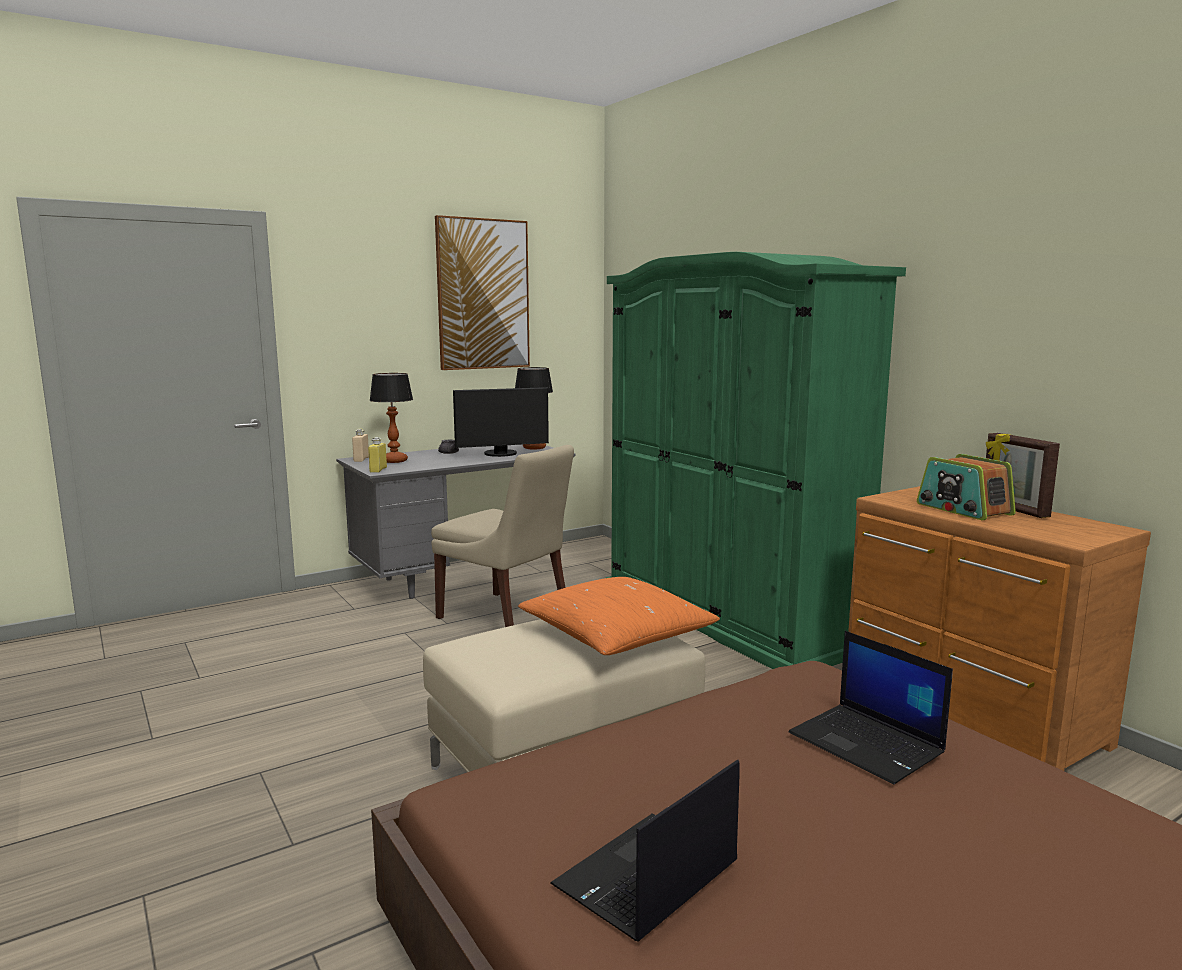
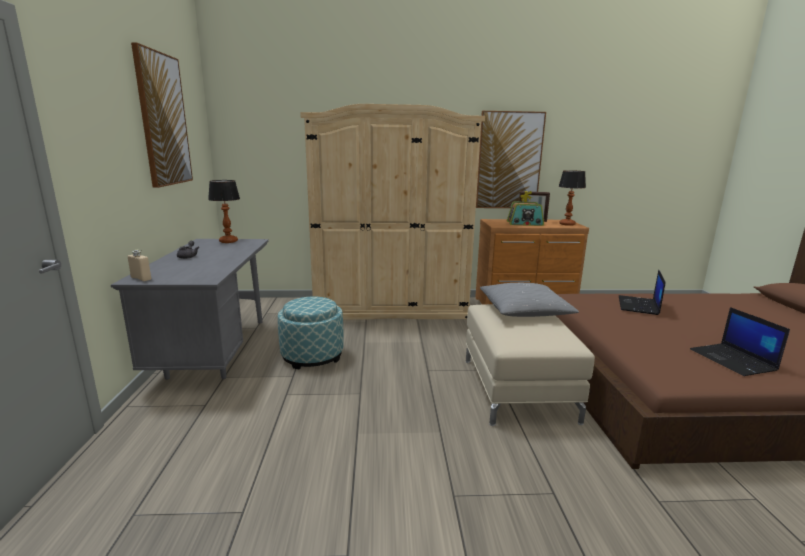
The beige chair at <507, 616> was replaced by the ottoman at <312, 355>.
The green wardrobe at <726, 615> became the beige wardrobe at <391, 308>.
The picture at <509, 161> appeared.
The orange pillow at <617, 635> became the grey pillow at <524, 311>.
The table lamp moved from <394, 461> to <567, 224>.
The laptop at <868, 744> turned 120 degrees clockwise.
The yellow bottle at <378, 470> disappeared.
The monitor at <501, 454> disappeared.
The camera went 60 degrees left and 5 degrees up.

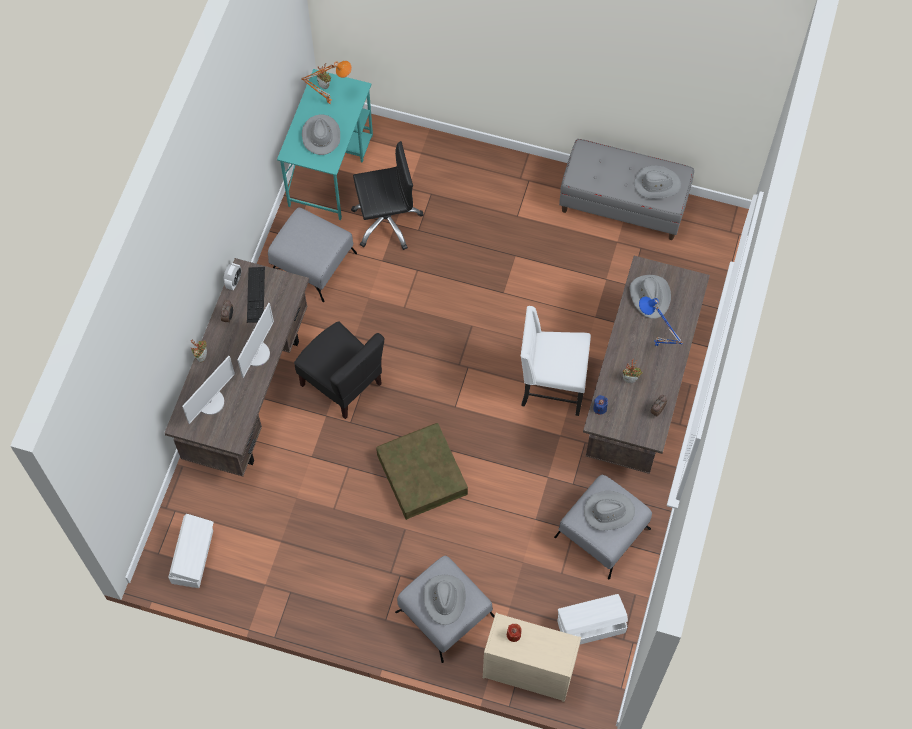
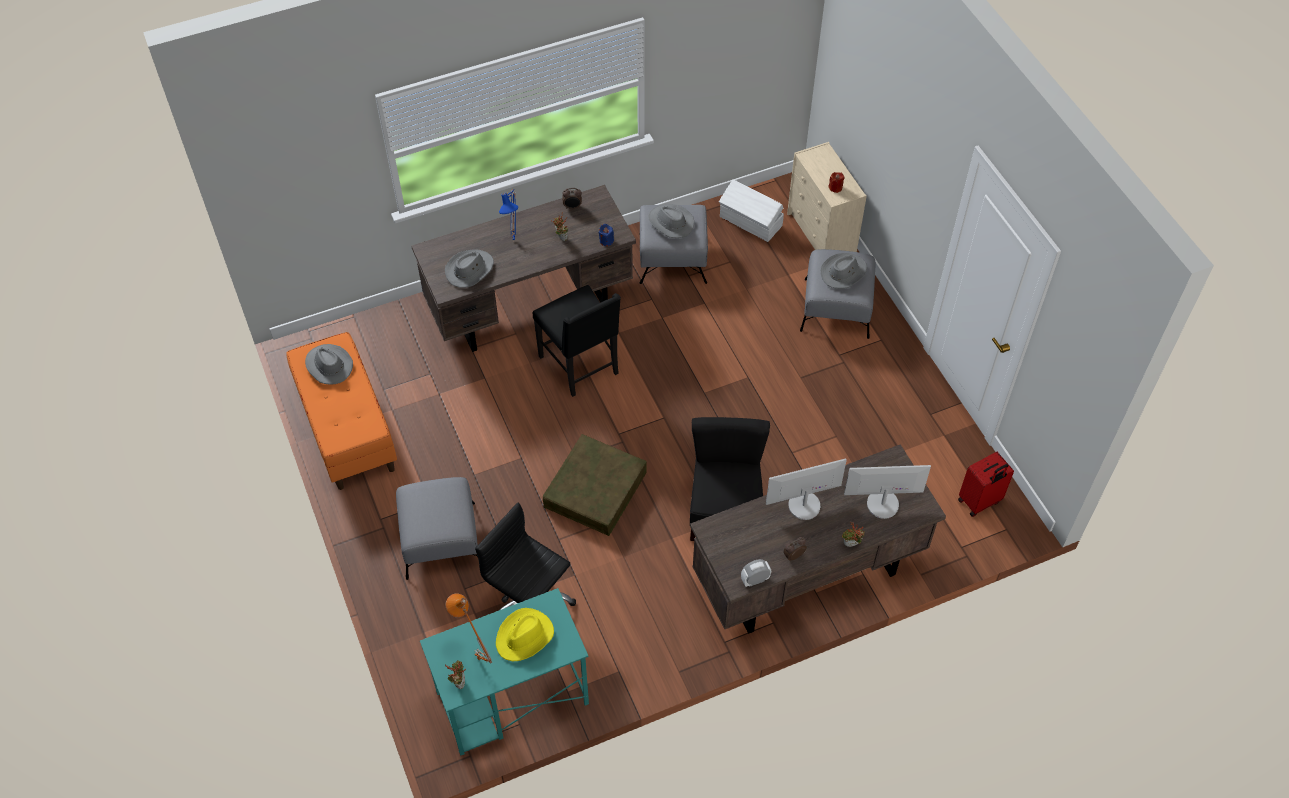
The grey bench at <623, 205> became the orange bench at <347, 429>.
The grey ottoman moved from <313, 264> to <441, 539>.
The grey hat at <321, 135> became the yellow hat at <525, 636>.
The white chair at <551, 386> became the black chair at <581, 366>.
The brown storage box moved from <421, 474> to <595, 489>.
The white storage box at <193, 556> was replaced by the red suitcase at <979, 502>.
The keyboard at <255, 294> disappeared.
The camera went 130 degrees left and 10 degrees down.

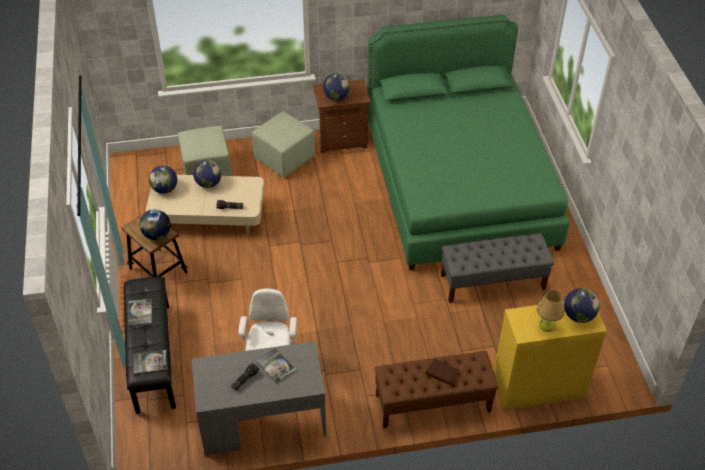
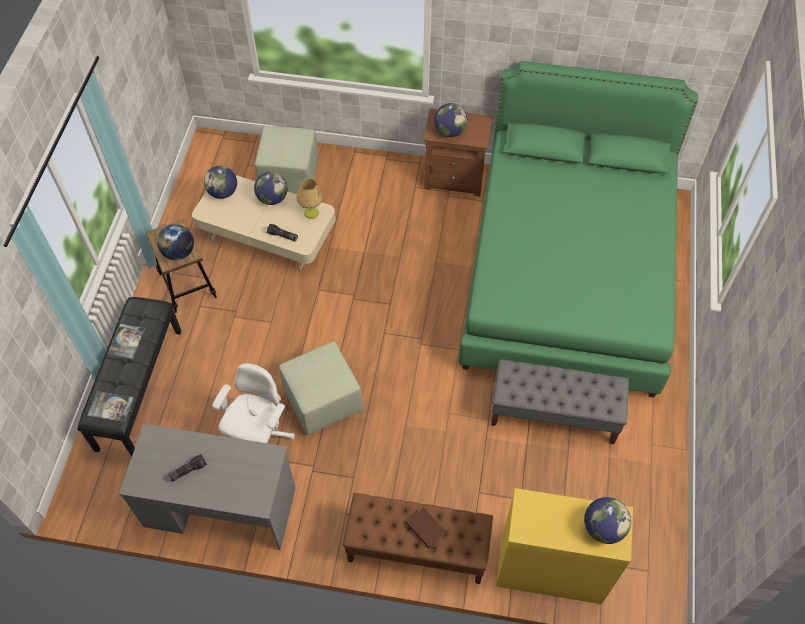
The green ottoman moved from <284, 159> to <322, 401>.
The table lamp moved from <546, 325> to <311, 213>.
The book at <276, 366> disappeared.
The camera went 20 degrees right and 10 degrees up.

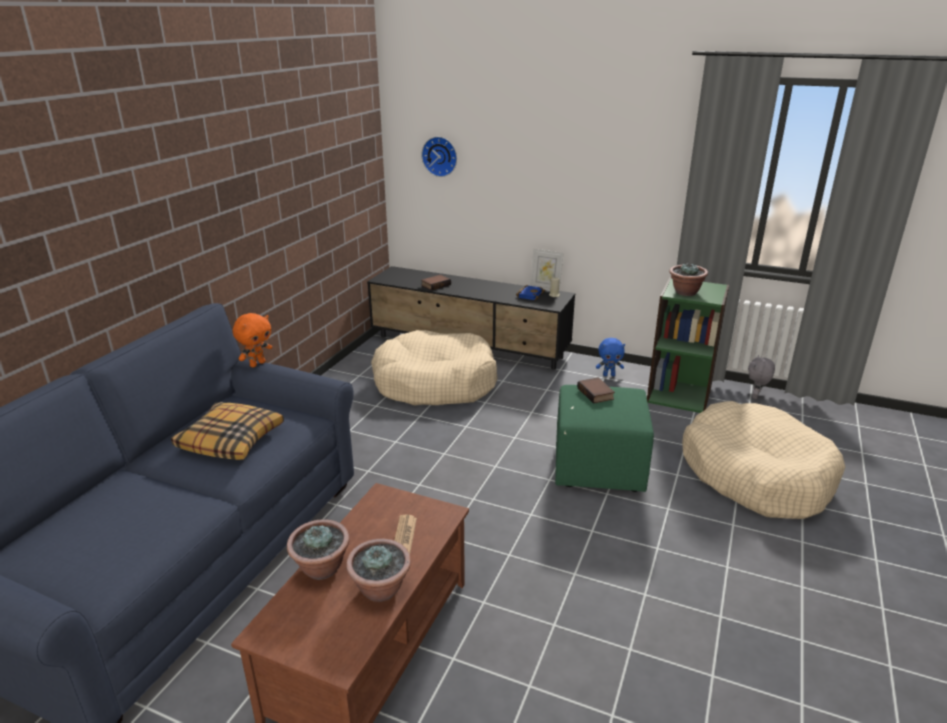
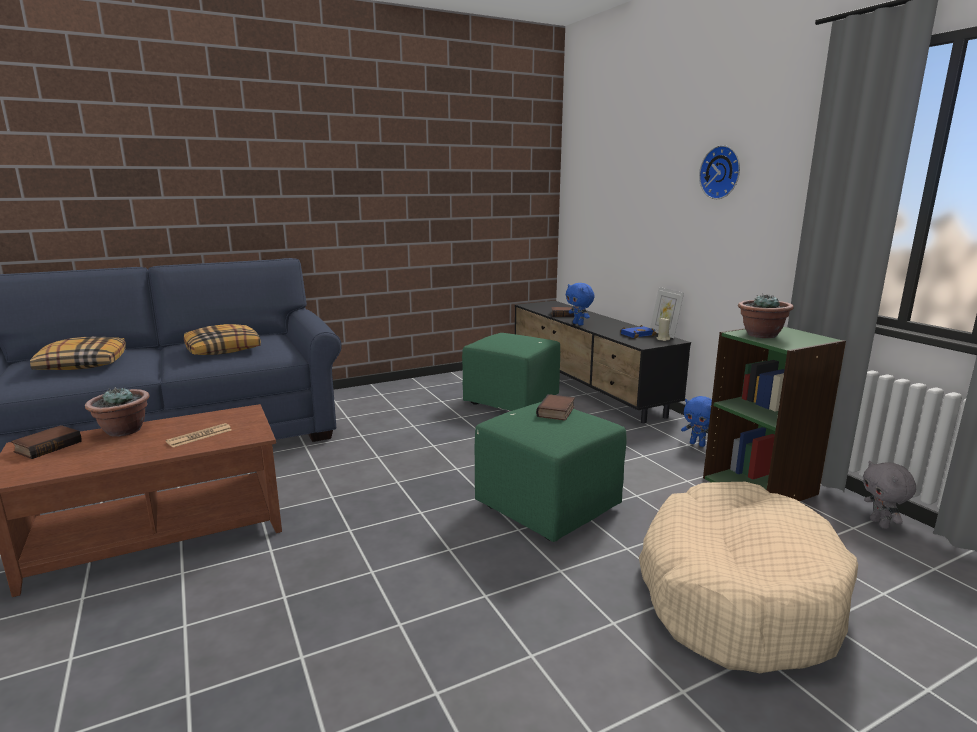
The book at <48, 446> appeared.
The pillow at <82, 364> appeared.
The beige dog bed at <435, 383> was replaced by the green ottoman at <512, 401>.
The blue plush toy at <578, 324> appeared.
The wall clock moved from <440, 156> to <722, 172>.
The grey plush toy at <756, 396> turned 75 degrees counterclockwise.
The orange plush toy at <257, 364> disappeared.
The potted plant at <381, 590> disappeared.
The camera went 40 degrees right and 10 degrees down.

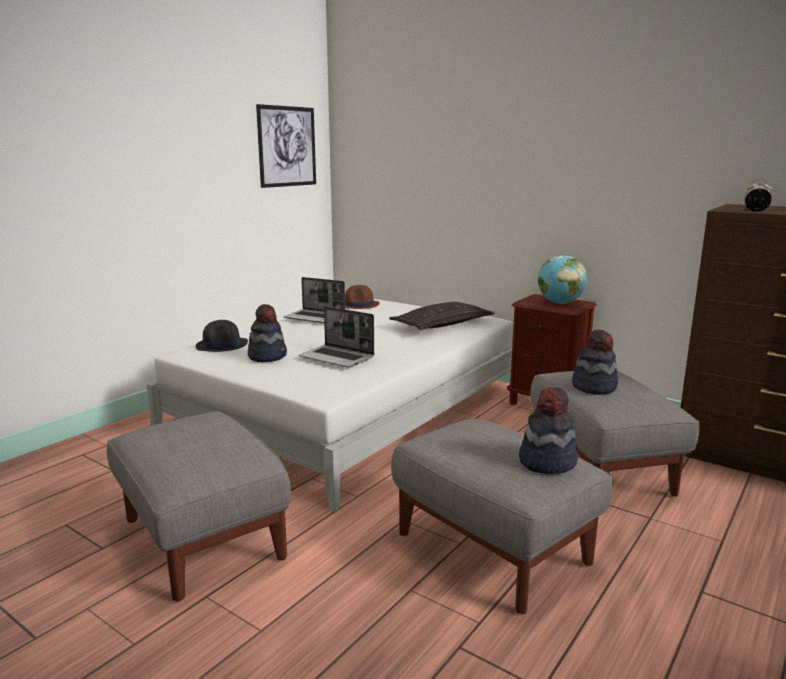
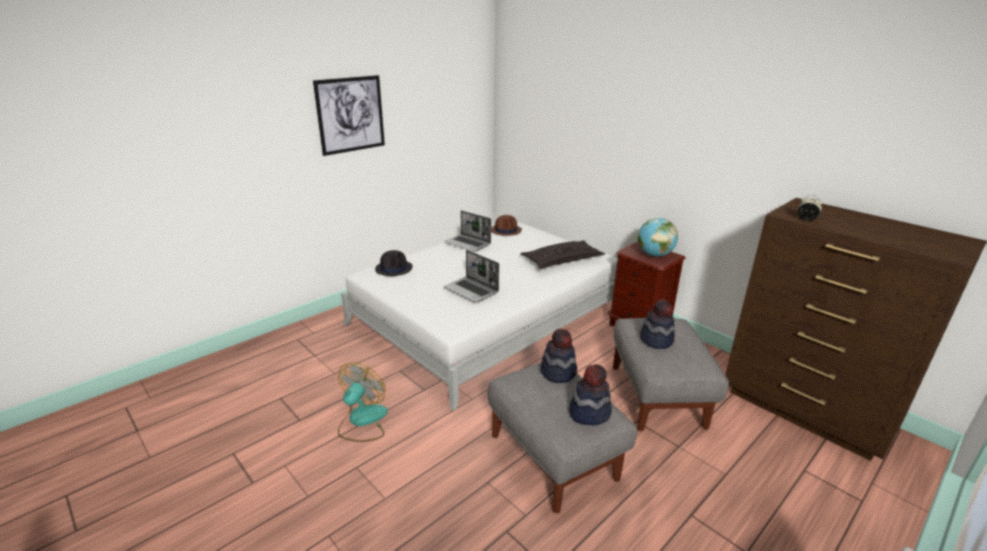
The picture moved from <287, 146> to <350, 115>.
The grey ottoman at <202, 539> was replaced by the fan at <362, 421>.
The hat moved from <267, 356> to <558, 372>.
The camera went 10 degrees right and 10 degrees up.

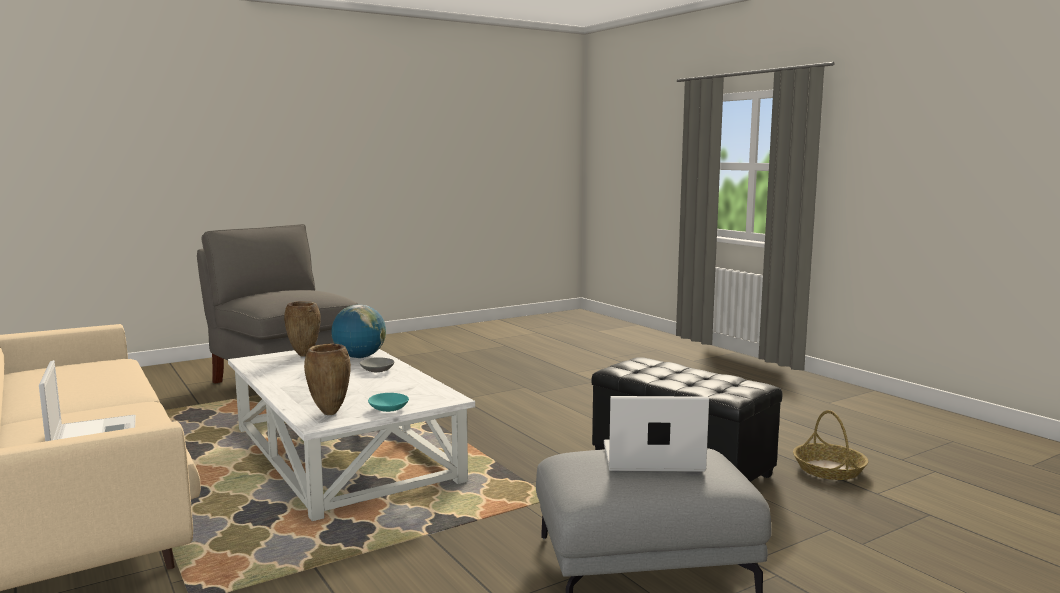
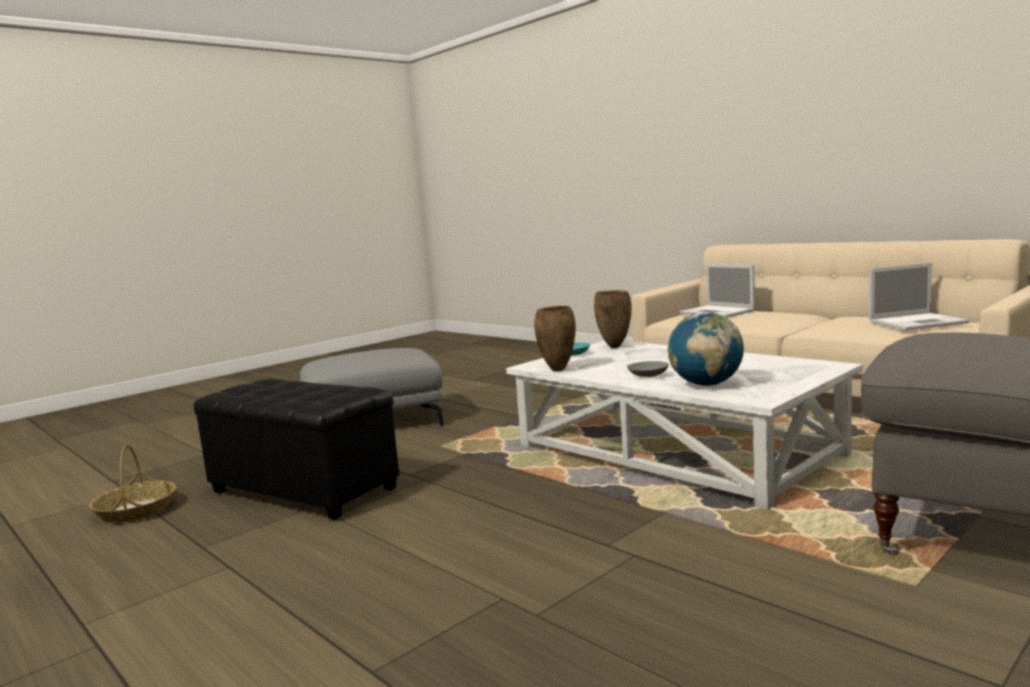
The brown vase moved from <305, 355> to <557, 370>.
The laptop moved from <650, 458> to <918, 322>.
The camera went 170 degrees right and 0 degrees up.

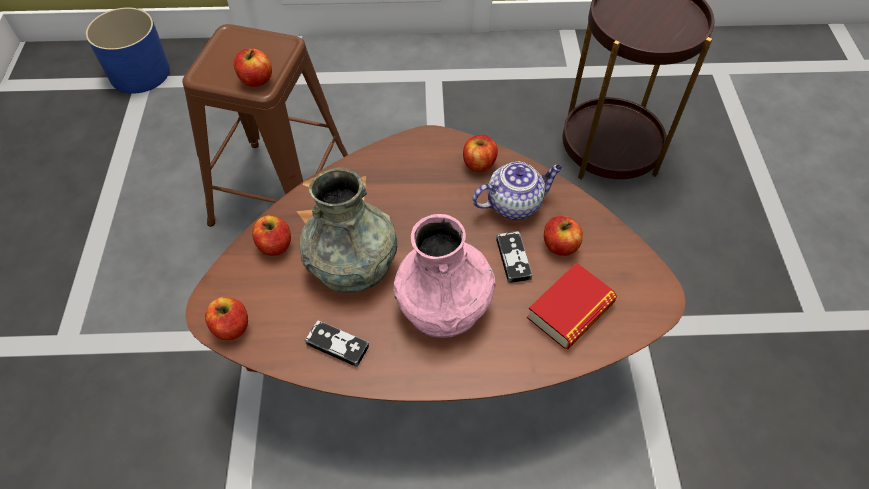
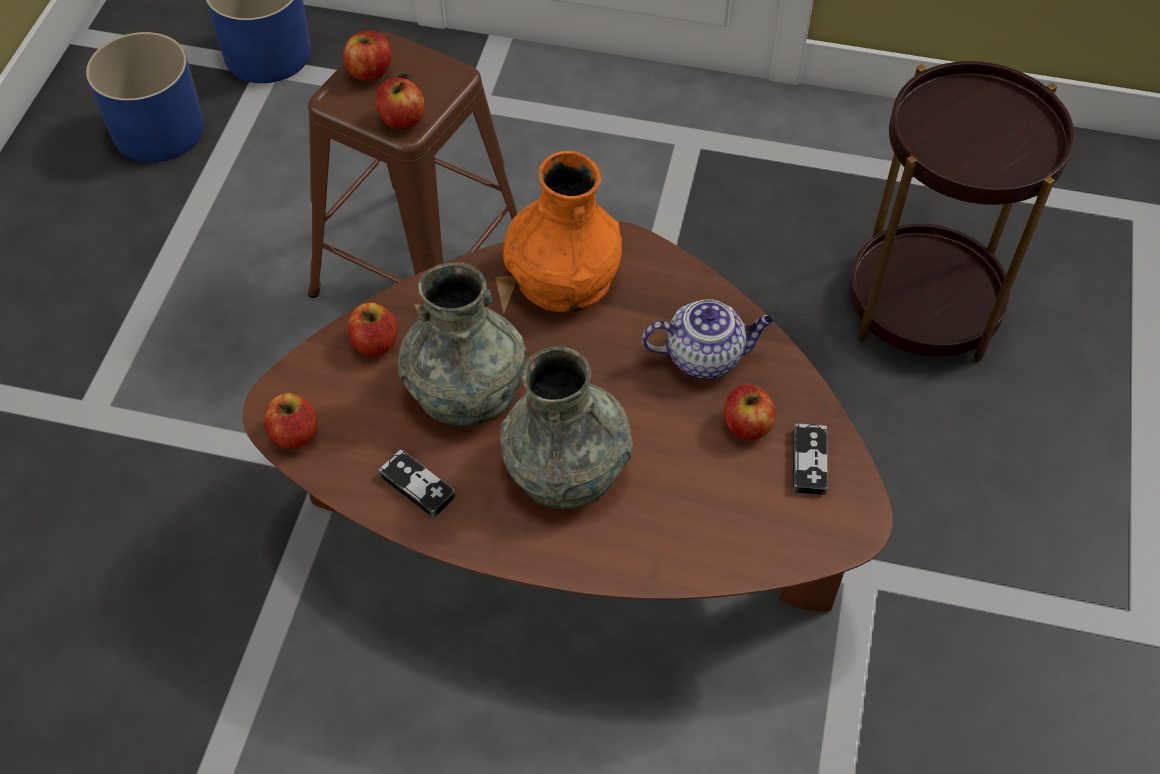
The blue planter at <159, 129> appeared.
The apple moved from <479, 163> to <369, 71>.
The pink vase at <444, 303> became the grey vase at <567, 465>.
The orange vase at <563, 277> appeared.
The game controller moved from <513, 258> to <809, 461>.
The book at <570, 310> disappeared.
The camera went 15 degrees right and 0 degrees up.

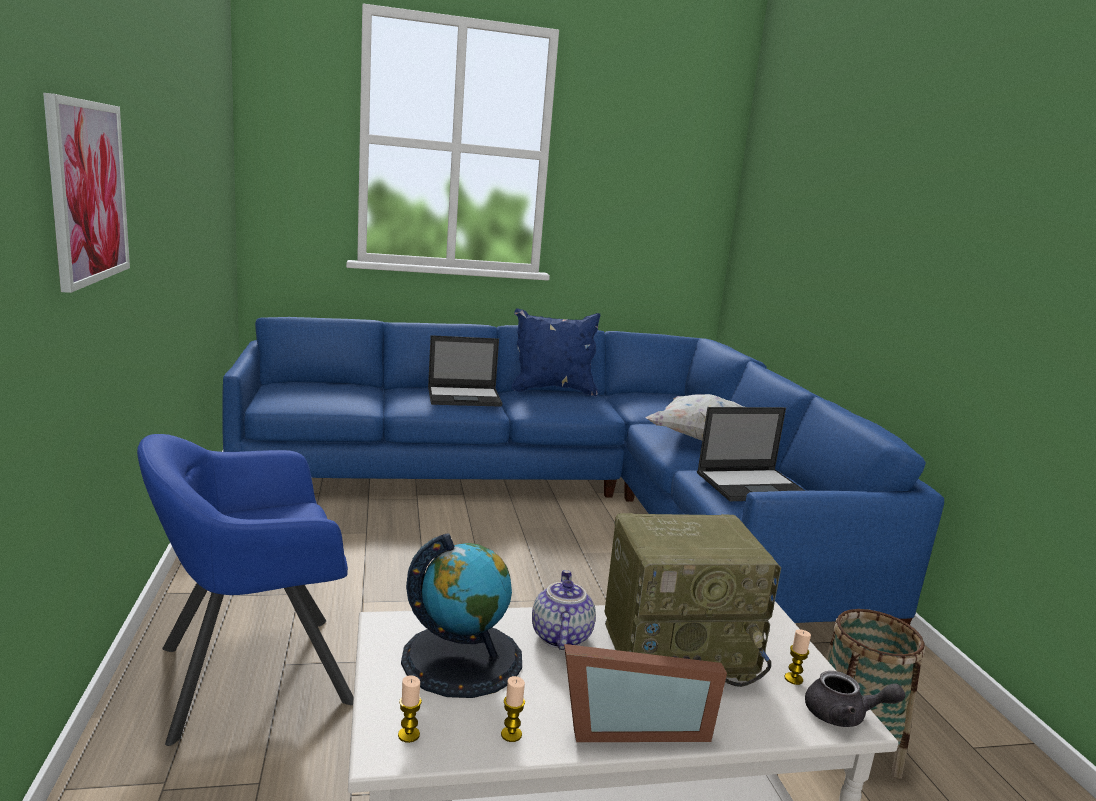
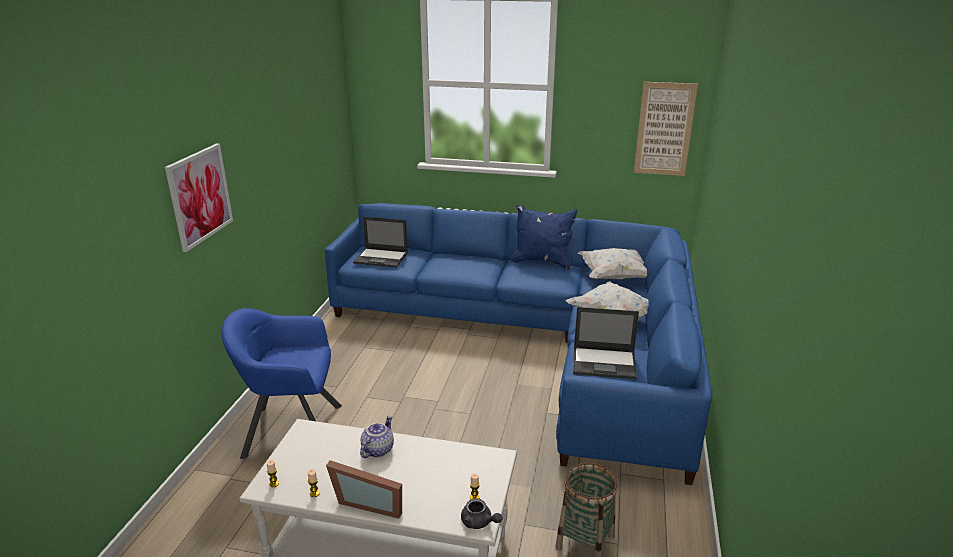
The laptop moved from <465, 397> to <381, 258>.
The white pillow at <613, 277> appeared.
The picture at <664, 129> appeared.
The globe at <462, 658> disappeared.
The radio at <679, 649> disappeared.
The camera went 25 degrees right and 10 degrees up.

